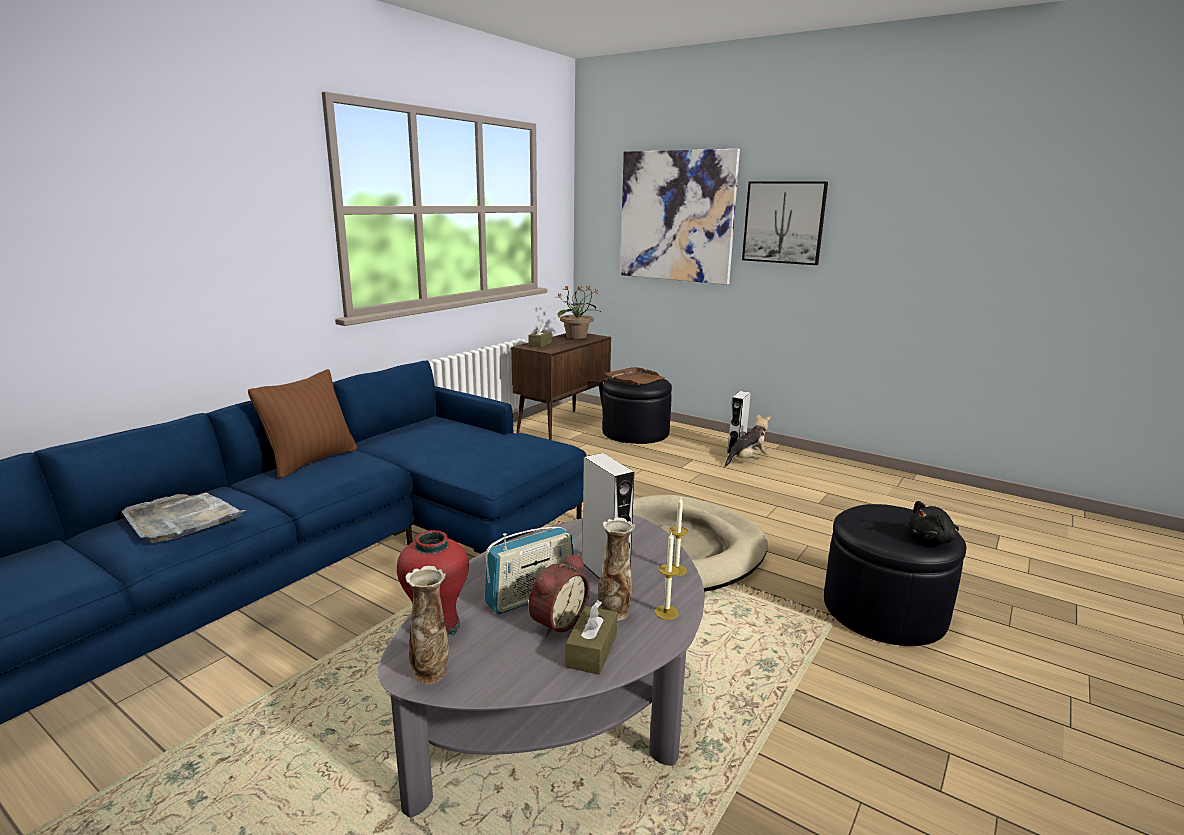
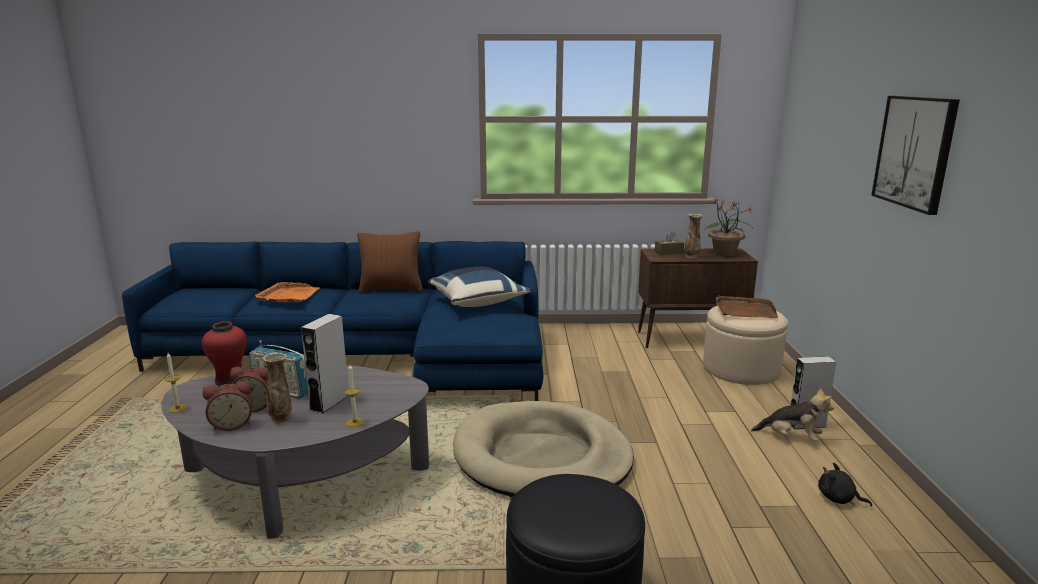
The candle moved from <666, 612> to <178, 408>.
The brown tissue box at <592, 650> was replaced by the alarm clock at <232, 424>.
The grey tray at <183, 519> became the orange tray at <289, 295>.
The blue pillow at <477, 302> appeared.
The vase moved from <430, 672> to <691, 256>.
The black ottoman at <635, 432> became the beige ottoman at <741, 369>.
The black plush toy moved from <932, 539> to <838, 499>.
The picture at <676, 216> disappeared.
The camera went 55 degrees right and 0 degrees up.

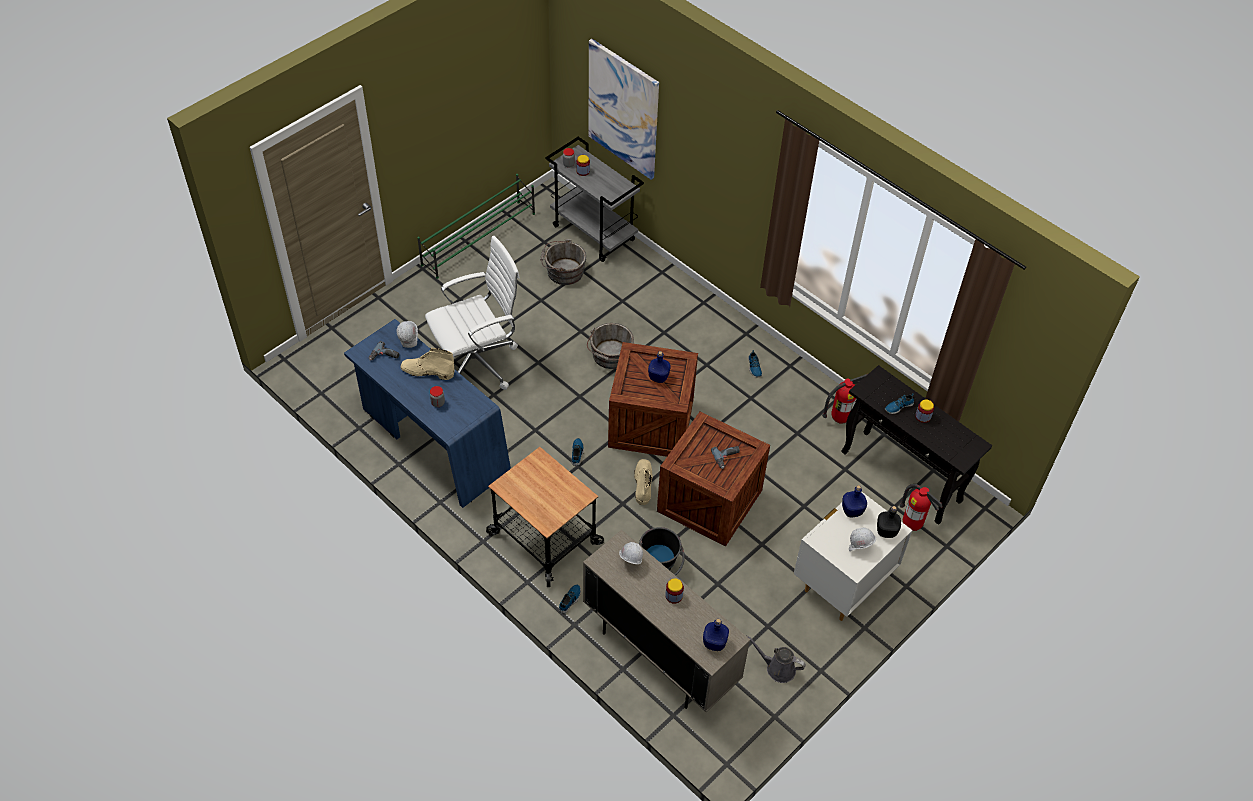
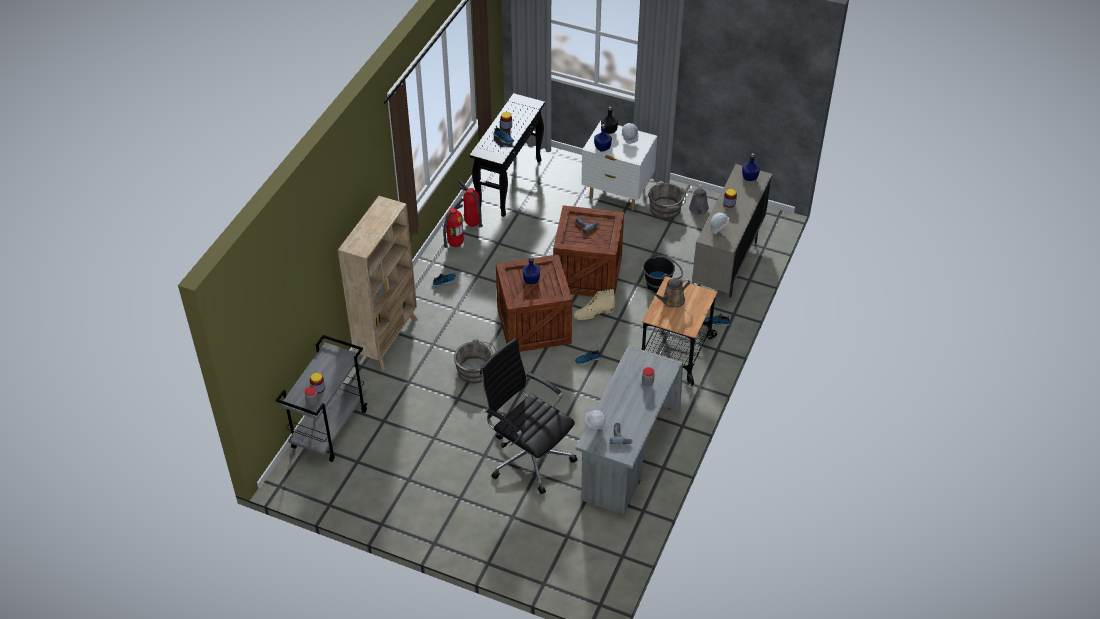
The beige bookcase at <387, 339> appeared.
The fire extinguisher moved from <912, 525> to <455, 244>.
The white office chair at <477, 362> became the black office chair at <528, 456>.
The blue desk at <432, 441> became the grey desk at <628, 454>.
The brown watering can at <671, 300> appeared.
The grey bucket moved from <563, 271> to <666, 210>.
The beige boot at <427, 371> disappeared.
The green shoe rack at <479, 239> disappeared.
The picture at <623, 109> disappeared.
The camera went 110 degrees left and 5 degrees down.

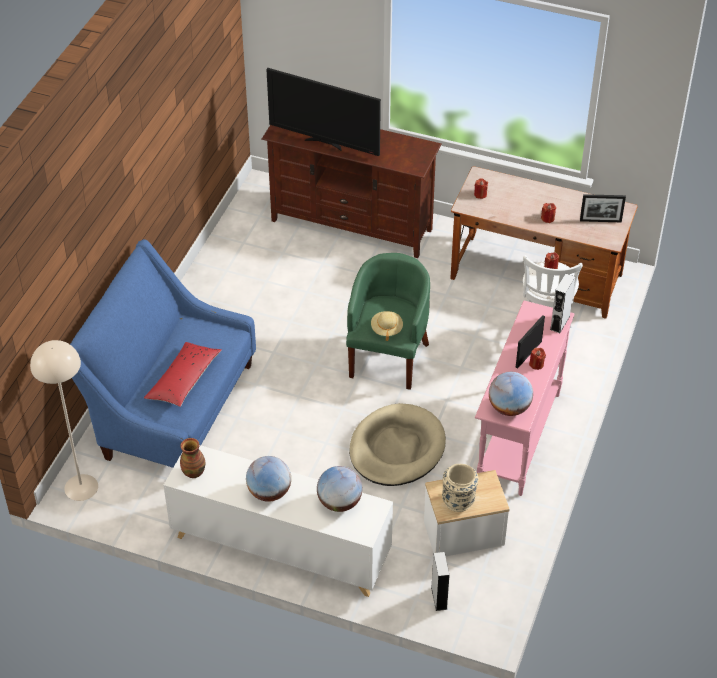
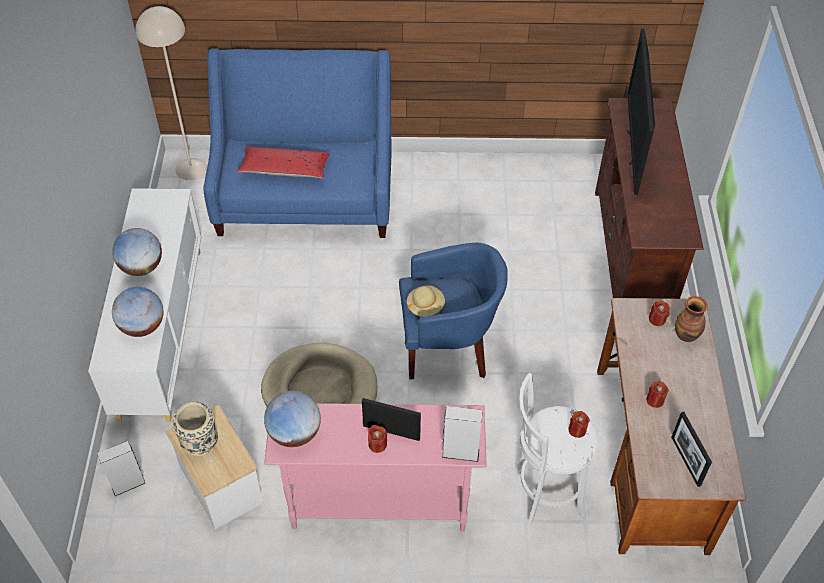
The green armchair at <388, 357> became the blue armchair at <448, 346>.
The vase moved from <193, 472> to <687, 334>.
The camera went 70 degrees right and 5 degrees up.

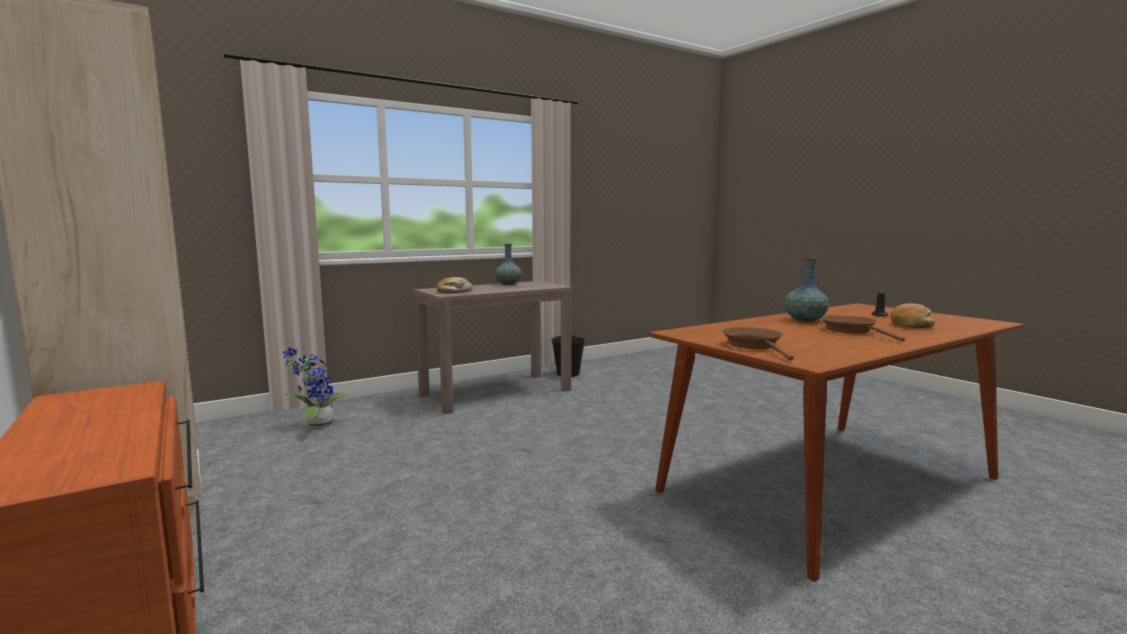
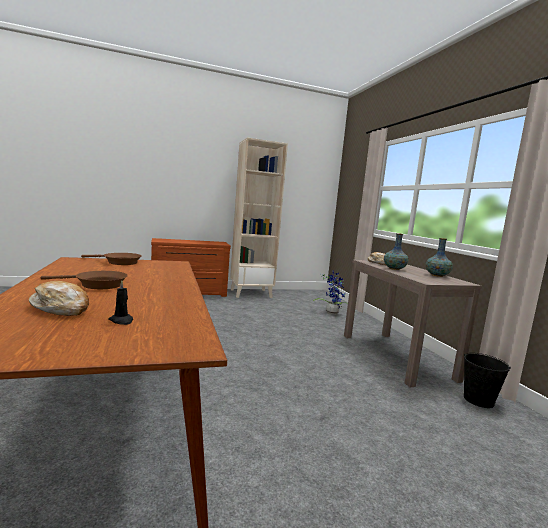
The vase moved from <805, 320> to <394, 269>.
The camera went 105 degrees right and 0 degrees up.

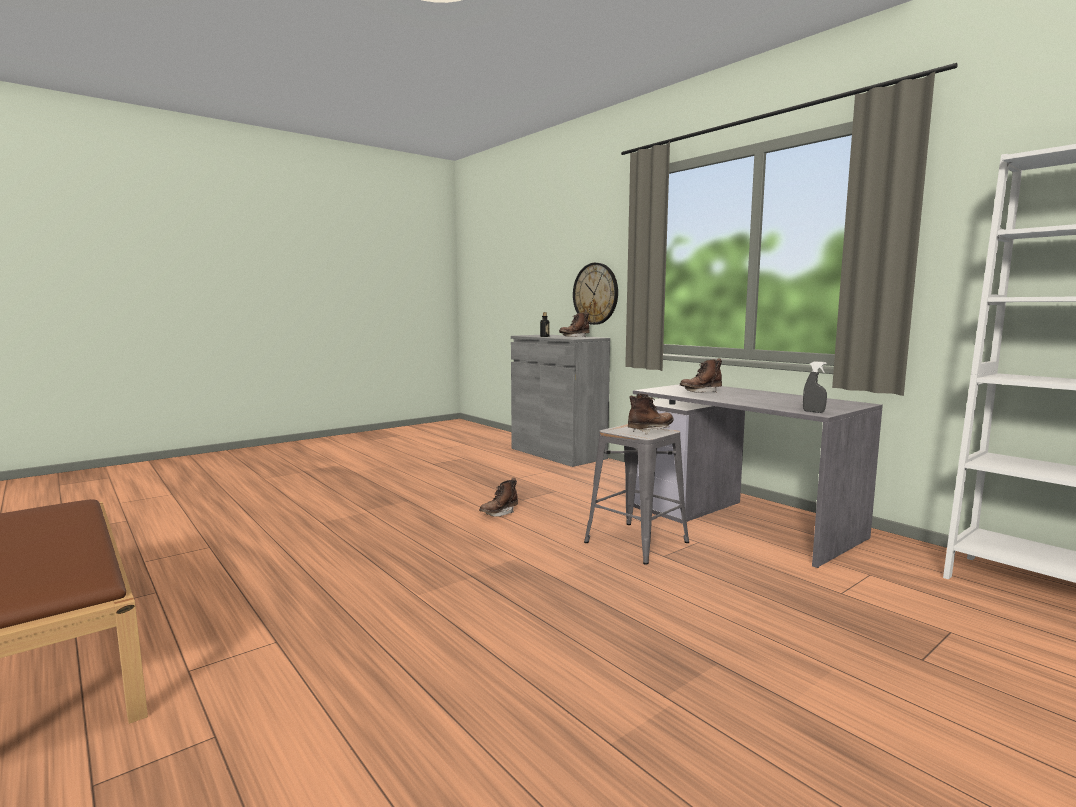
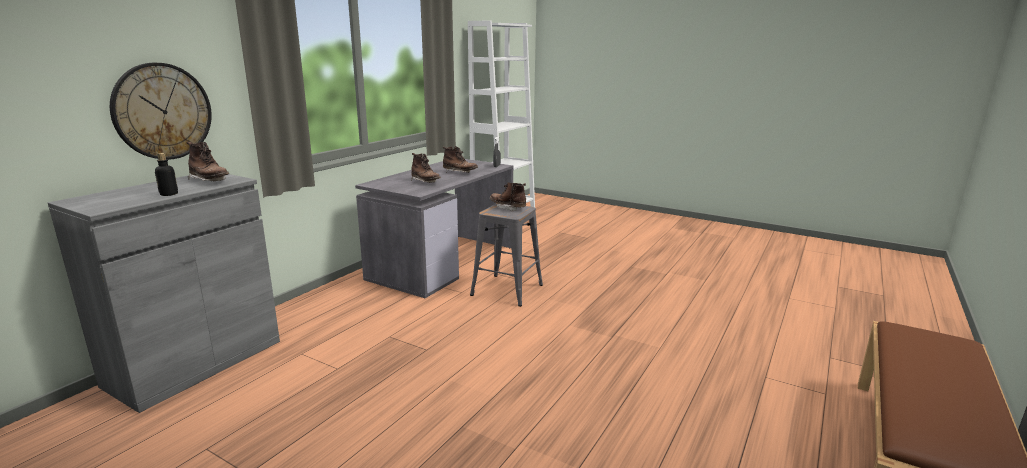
The brown boot moved from <499, 513> to <460, 172>.
The camera went 110 degrees left and 10 degrees up.

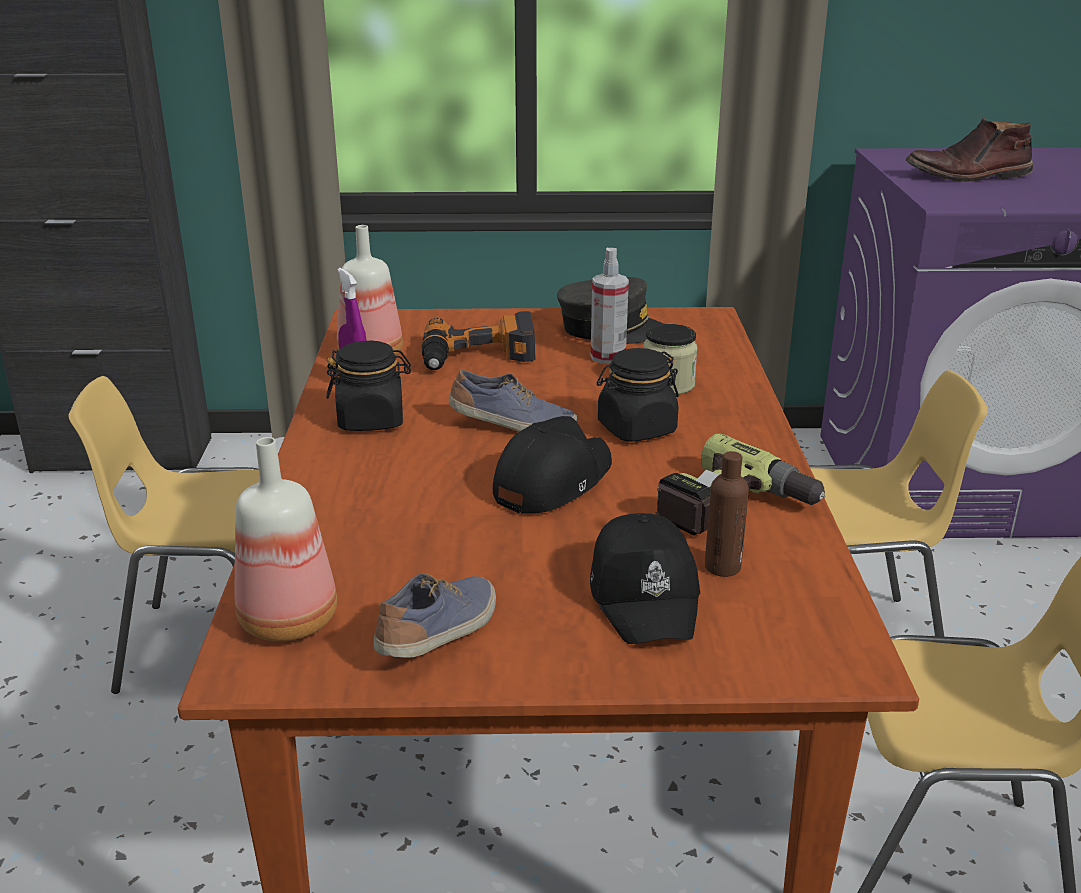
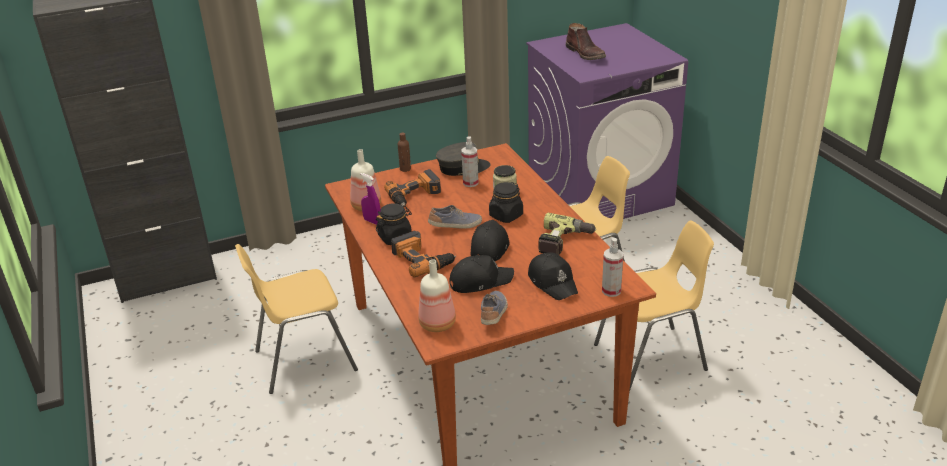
The power drill at <422, 259> appeared.
The brown bottle moved from <722, 567> to <405, 169>.
The black cap at <480, 281> appeared.
The brown boot at <968, 175> turned 90 degrees counterclockwise.
The spray bottle at <611, 291> appeared.
The camera went 20 degrees left and 5 degrees up.

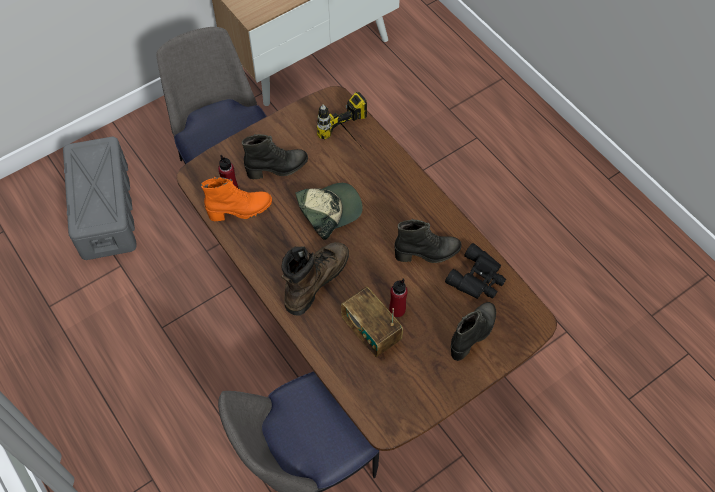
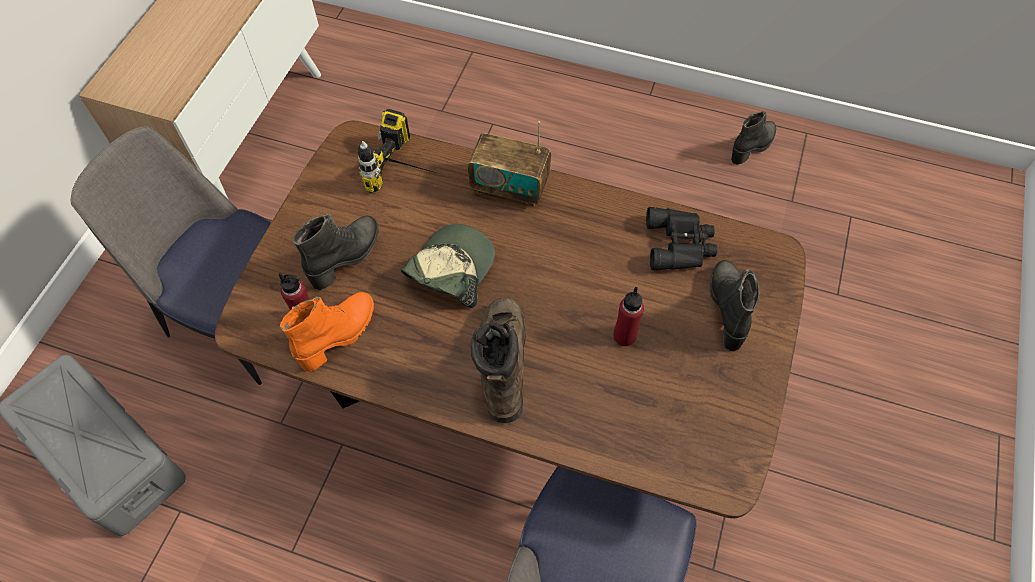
The radio moved from <371, 331> to <510, 186>.
The black boot moved from <427, 253> to <753, 147>.
The camera went 35 degrees left and 0 degrees up.

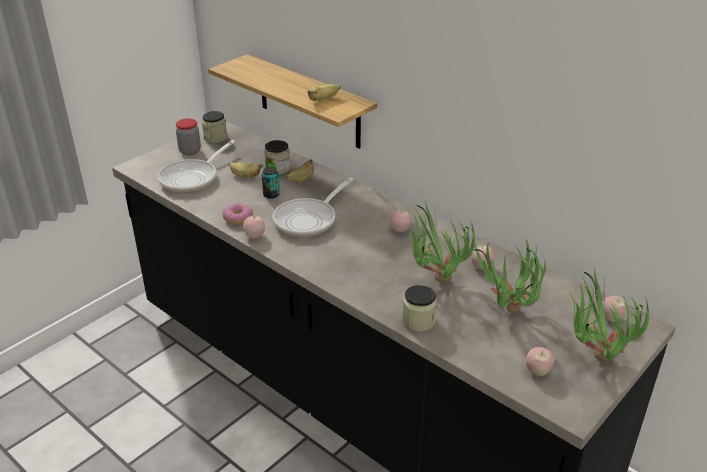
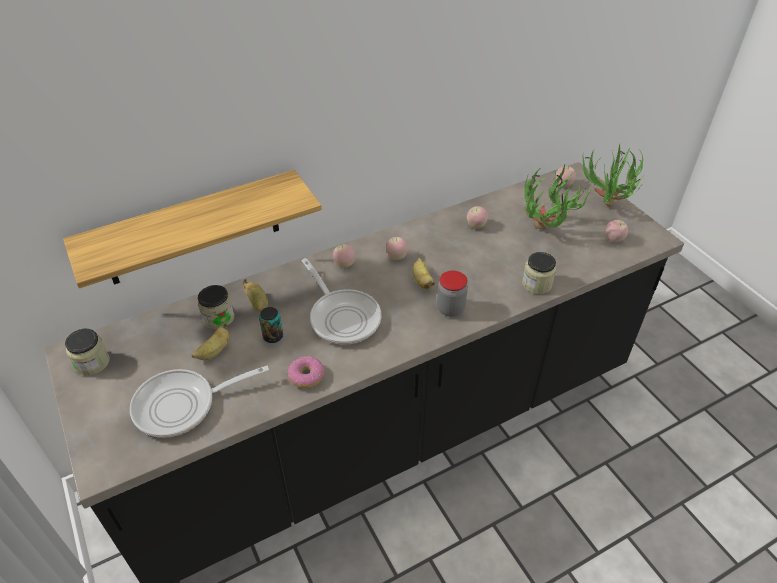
The frying pan at <192, 178> turned 105 degrees clockwise.
The apple moved from <255, 236> to <344, 265>.
The banana moved from <323, 99> to <422, 281>.
The jar moved from <190, 151> to <450, 309>.
The potted plant at <433, 281> disappeared.
The camera went 70 degrees left and 10 degrees up.

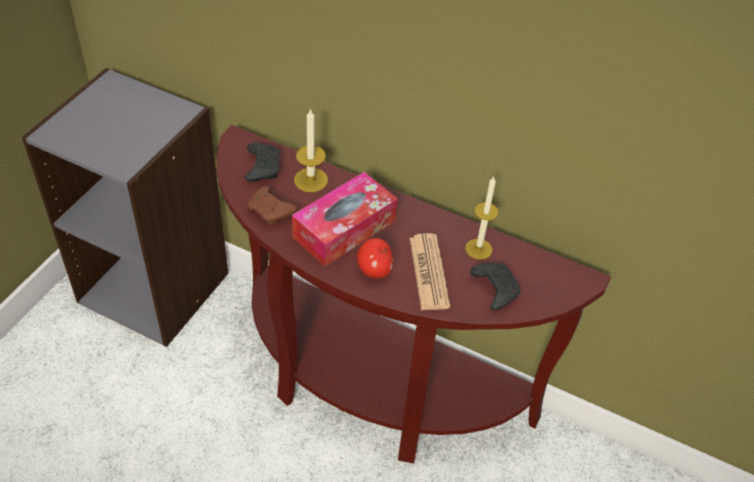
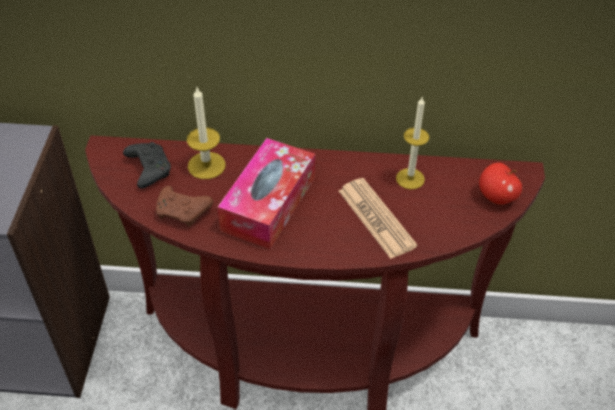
The apple moved from <374, 270> to <496, 197>.
The black game controller at <494, 289> disappeared.
The camera went 20 degrees left and 0 degrees up.

